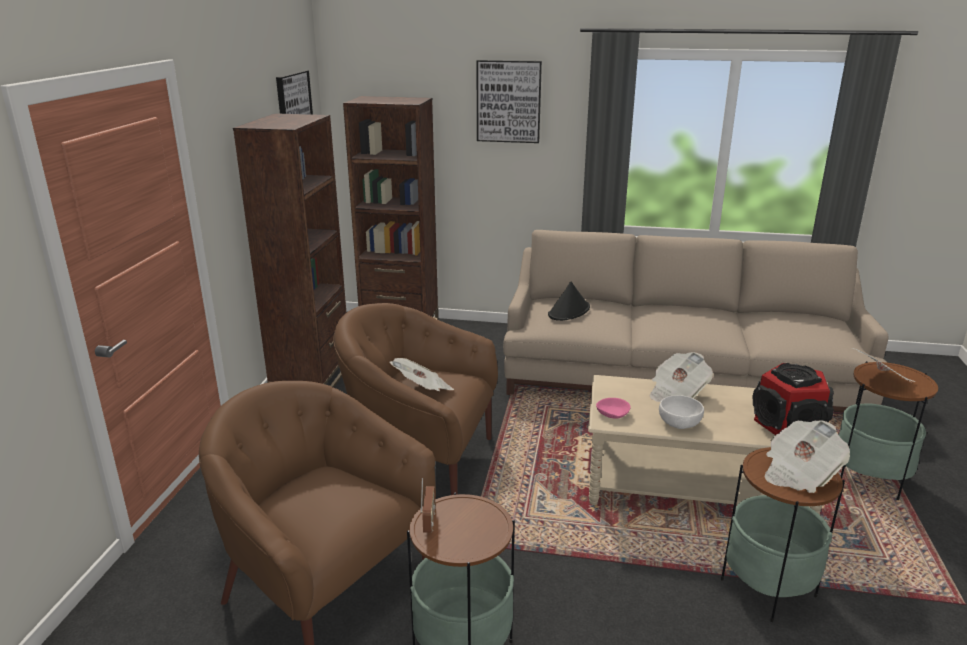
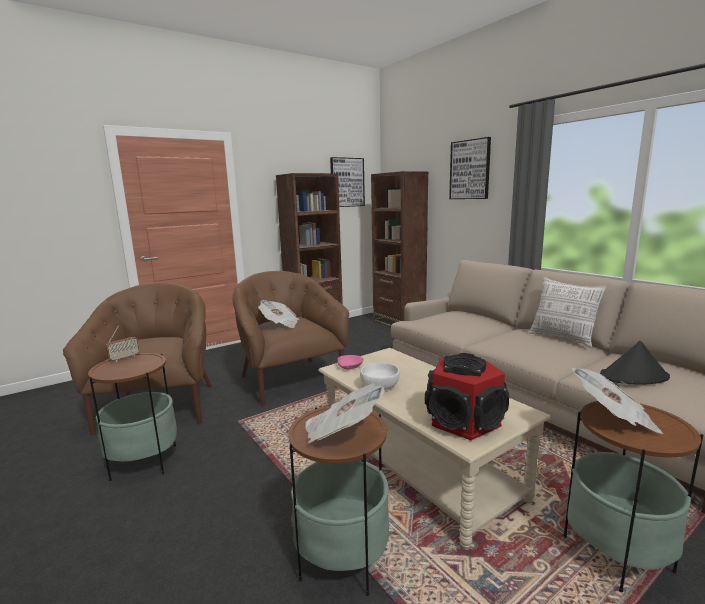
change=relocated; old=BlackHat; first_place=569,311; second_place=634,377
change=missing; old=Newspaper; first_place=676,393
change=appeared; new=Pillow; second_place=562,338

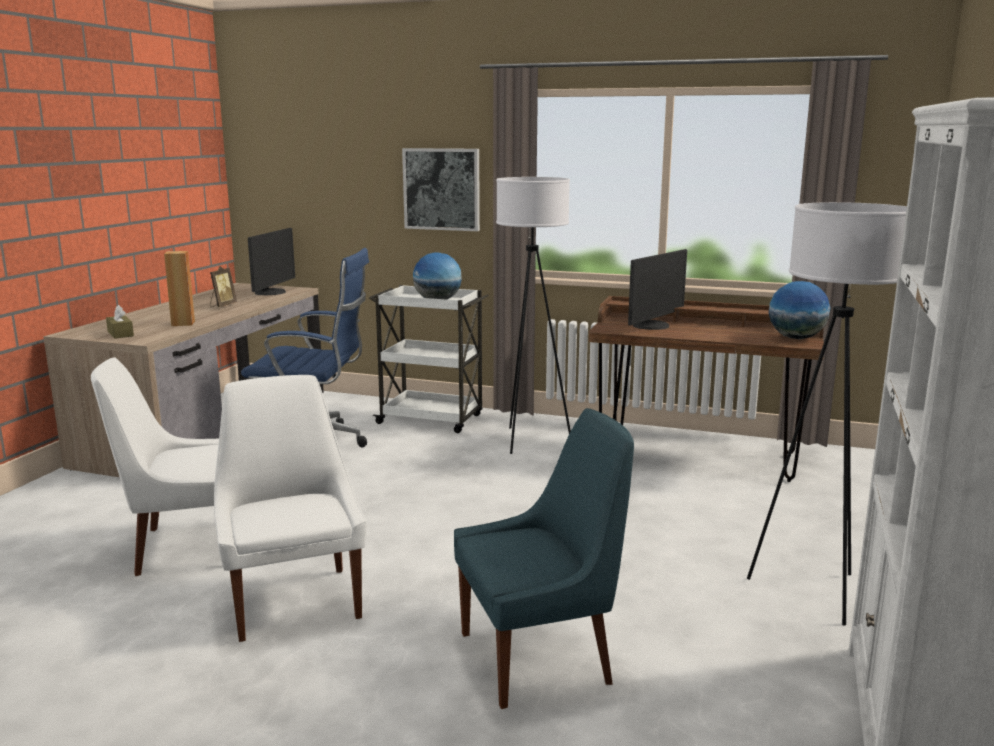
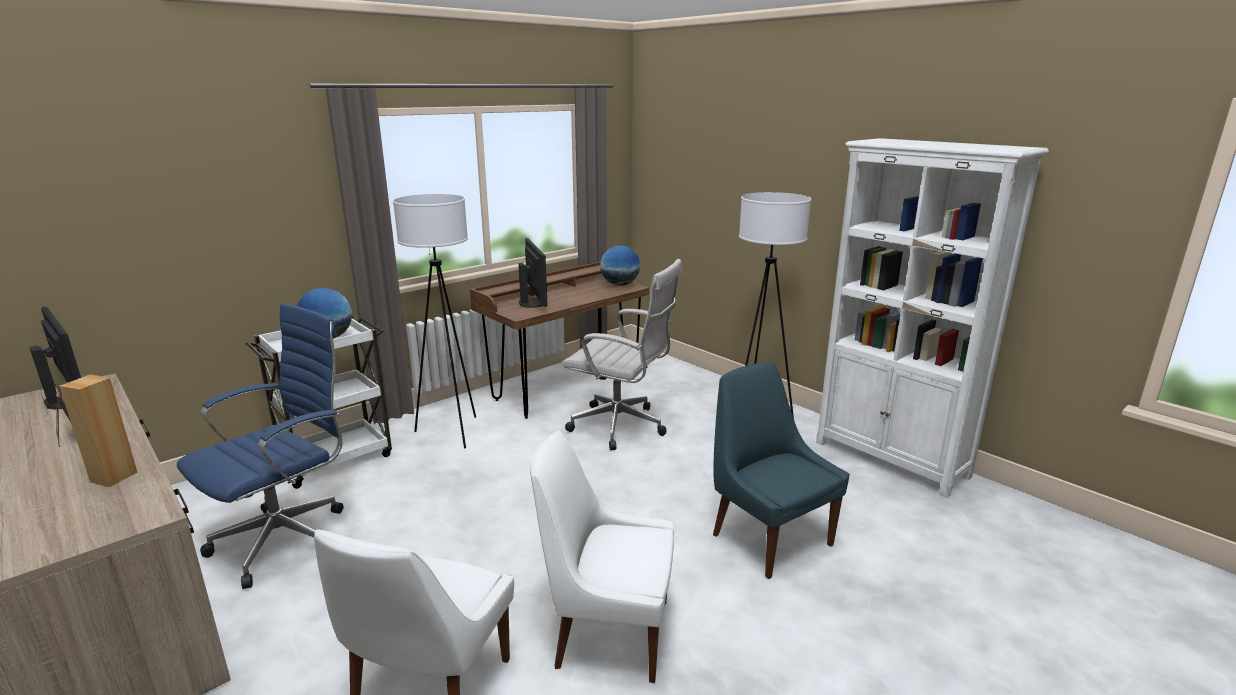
change=missing; old=BrownTissueBox; first_place=120,334
change=missing; old=Picture; first_place=442,189
change=spun; old=BlueChair; first_place=541,657; second_place=768,537; degrees=-45
change=appeared; new=WhiteOfficeChair; second_place=622,427

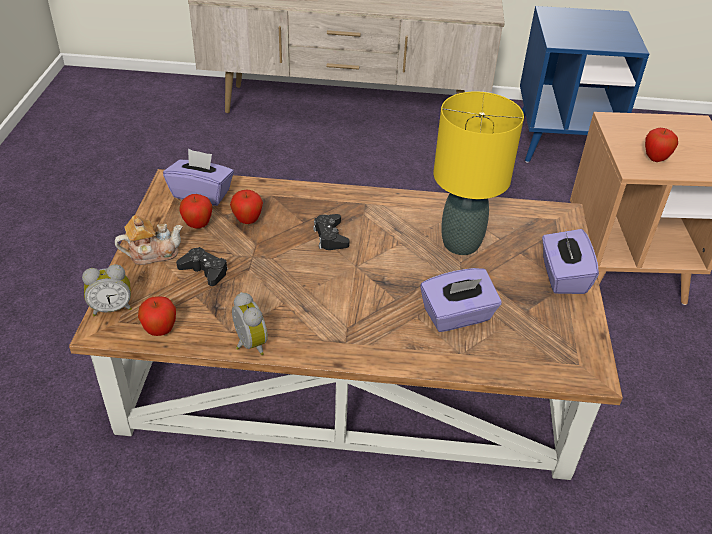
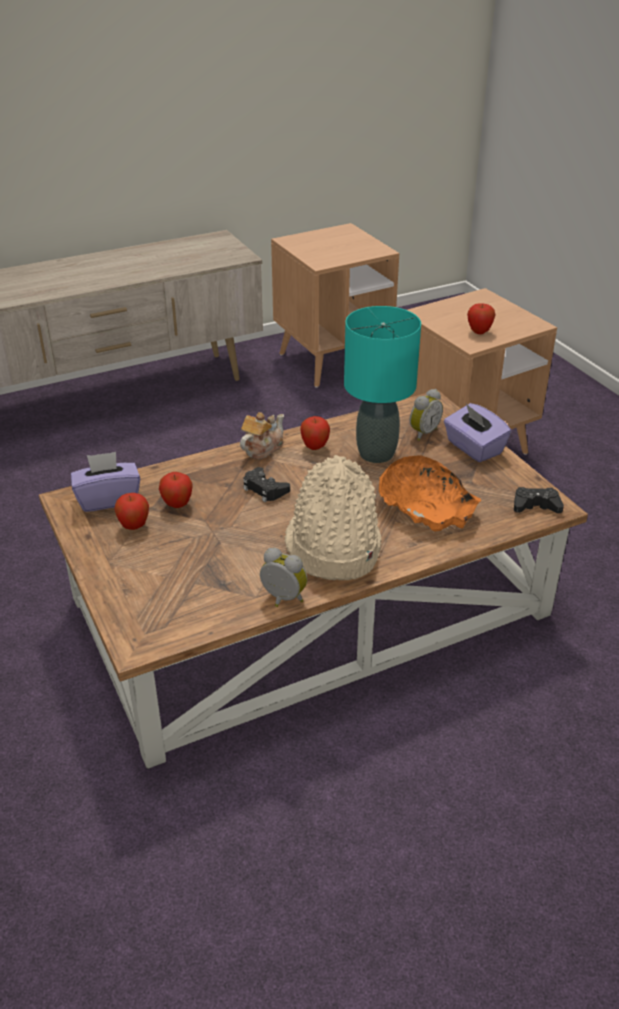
change=relocated; old=AlarmClock; first_place=112,308; second_place=422,433
change=relocated; old=Teapot; first_place=152,253; second_place=262,448
change=relocated; old=Apple; first_place=160,331; second_place=315,447
change=relocated; old=BlackGameController; first_place=204,271; second_place=535,506
change=exchanged; old=PurpleTissueBox; new=OrangeBowl; first_place=457,316; second_place=425,507
change=colour; old=YellowTableLamp; new=TurquoiseTableLamp; first_place=460,244; second_place=376,454
change=colour; old=BlueSideTable; new=BrownSideTable; first_place=561,142; second_place=332,361
change=appeared; new=BeigeHat; second_place=332,547

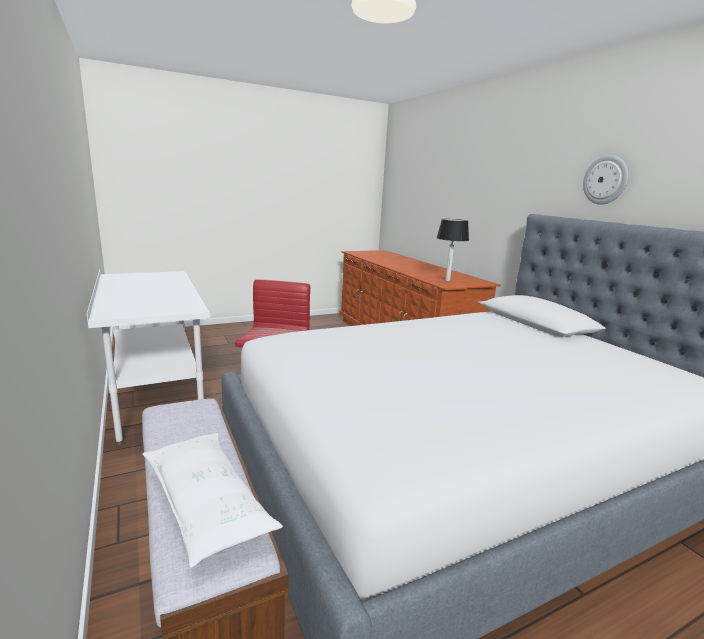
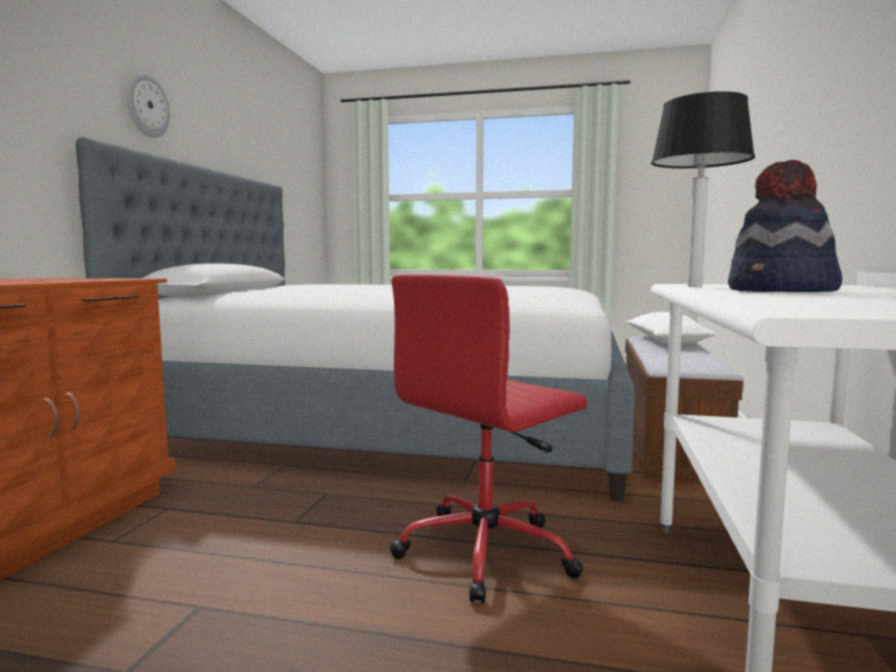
change=relocated; old=TableLamp; first_place=447,280; second_place=695,286
change=appeared; new=Hat; second_place=782,291

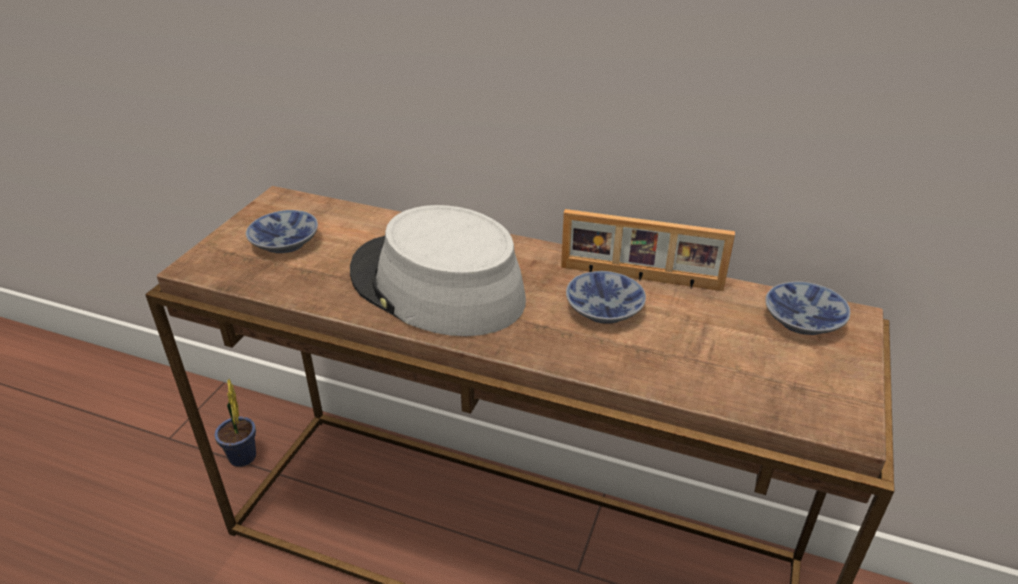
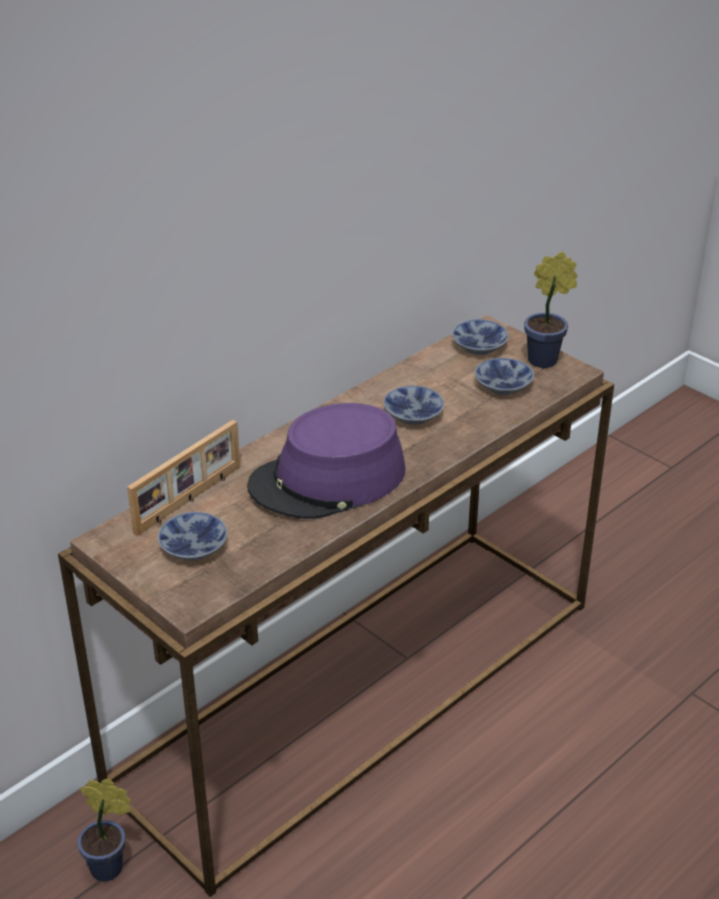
change=colour; old=GreyHat; new=PurpleHat; first_place=436,286; second_place=328,480
change=relocated; old=PictureFrame; first_place=640,278; second_place=189,500
change=appeared; new=Bowl; second_place=505,385
change=appeared; new=PottedPlant; second_place=546,360

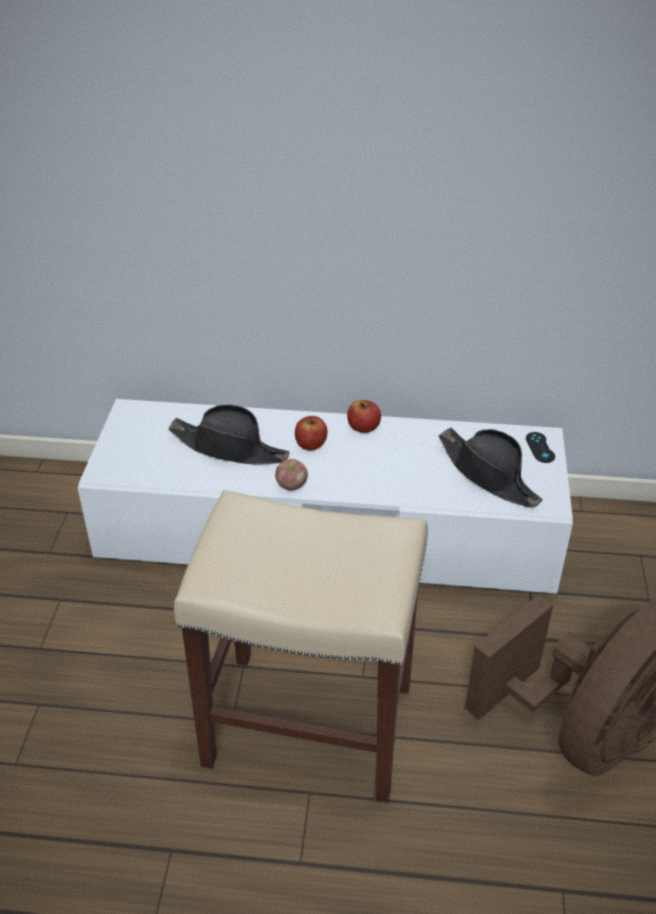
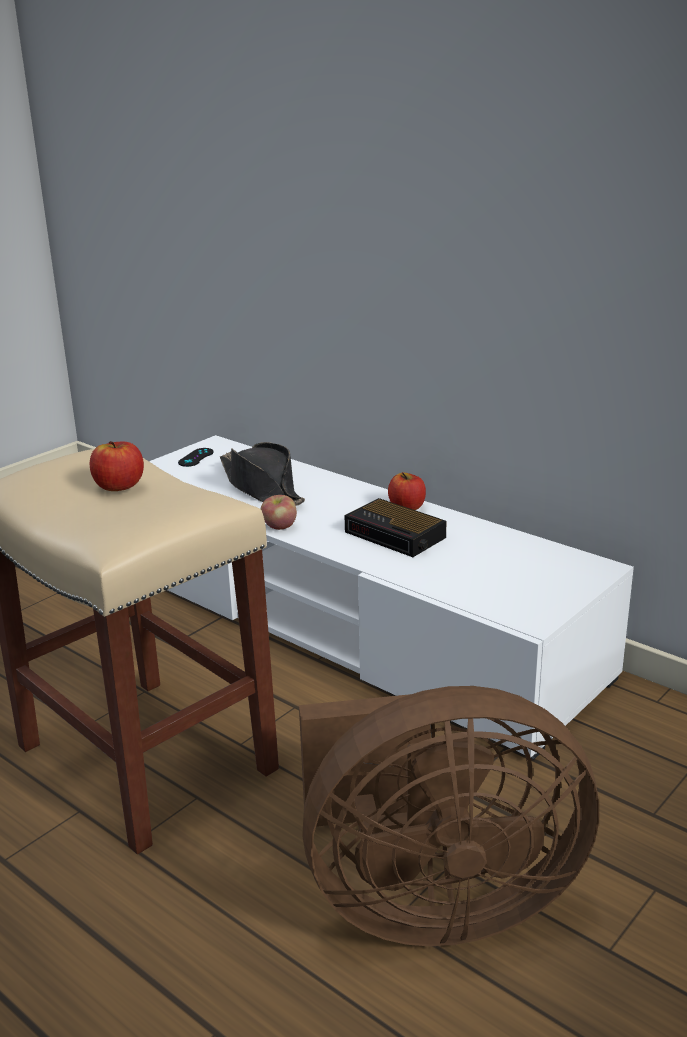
change=relocated; old=Apple; first_place=310,444; second_place=119,486
change=missing; old=BlackHat; first_place=488,474
change=relocated; old=BlackGameController; first_place=540,447; second_place=196,457
change=appeared; new=AlarmClock; second_place=396,535

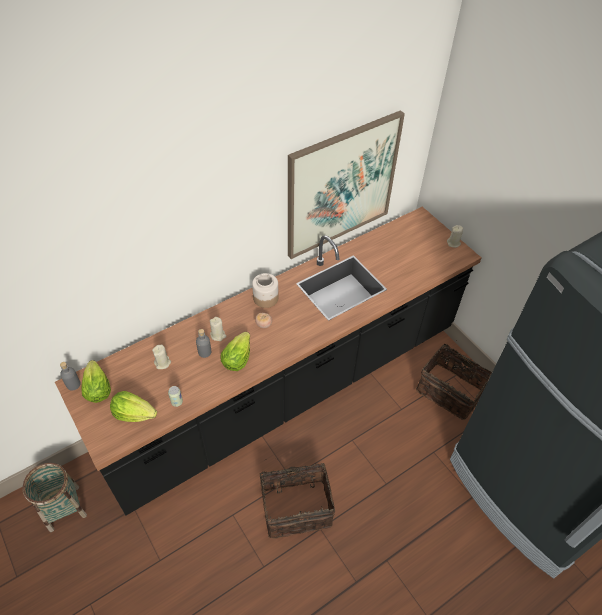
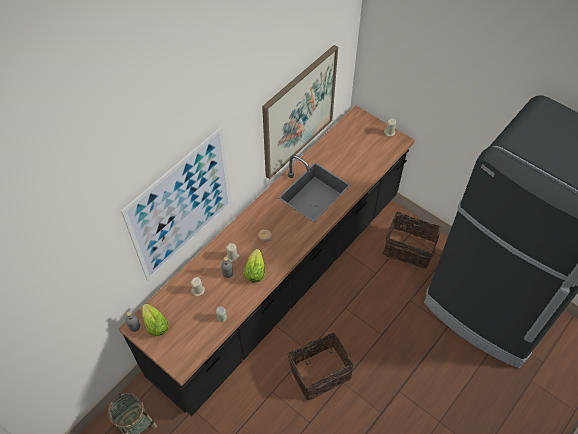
change=missing; old=Lettuce; first_place=134,414
change=missing; old=Jar; first_place=265,298
change=appeared; new=Picture; second_place=181,206

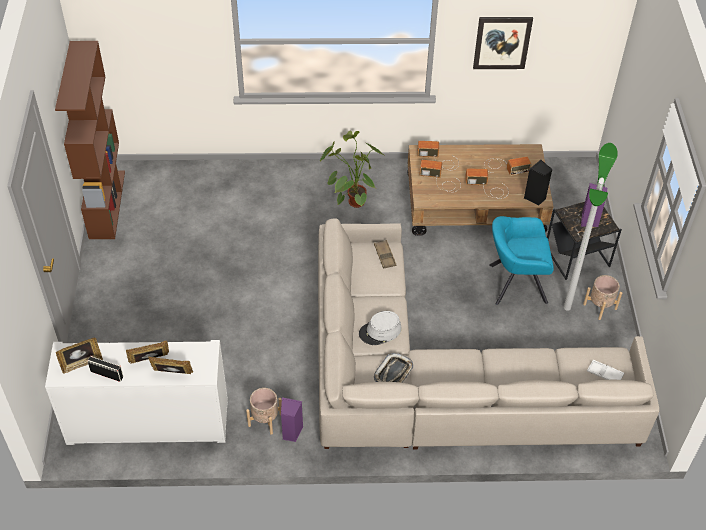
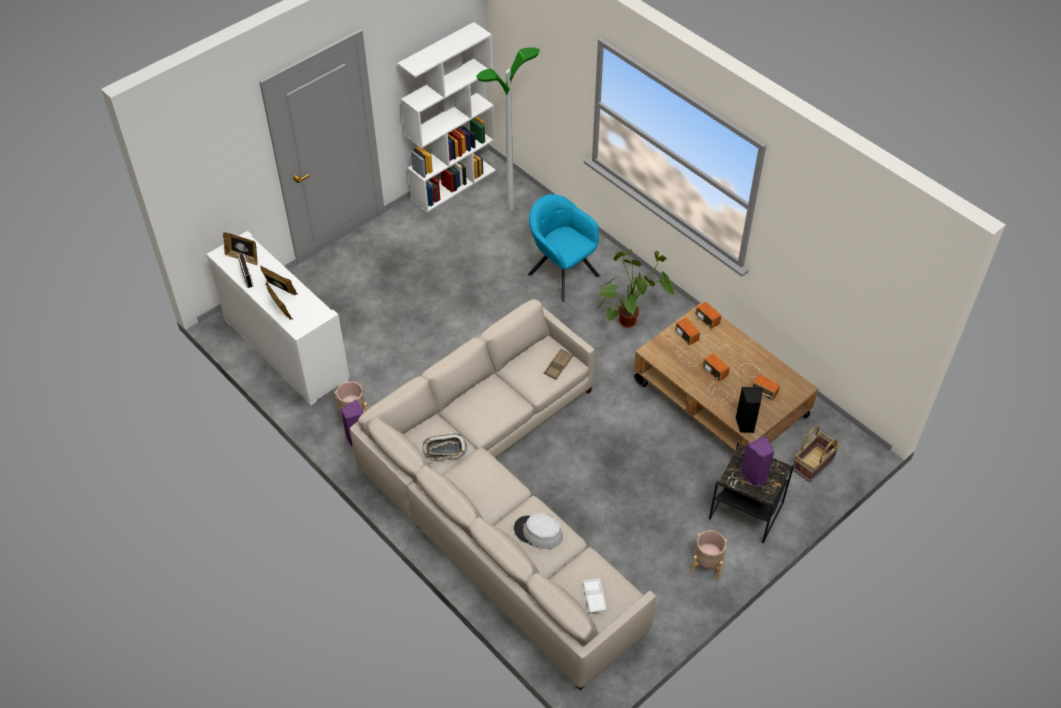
change=colour; old=BrownBookcase; new=WhiteBookcase; first_place=106,204; second_place=453,184
change=relocated; old=GreyHat; first_place=380,331; second_place=538,533
change=missing; old=Picture; first_place=502,42
change=relocated; old=TurquoiseArmchair; first_place=515,283; second_place=561,273
change=relocated; old=FloorLamp; first_place=567,307; second_place=510,208
change=appeared; new=Basket; second_place=813,464

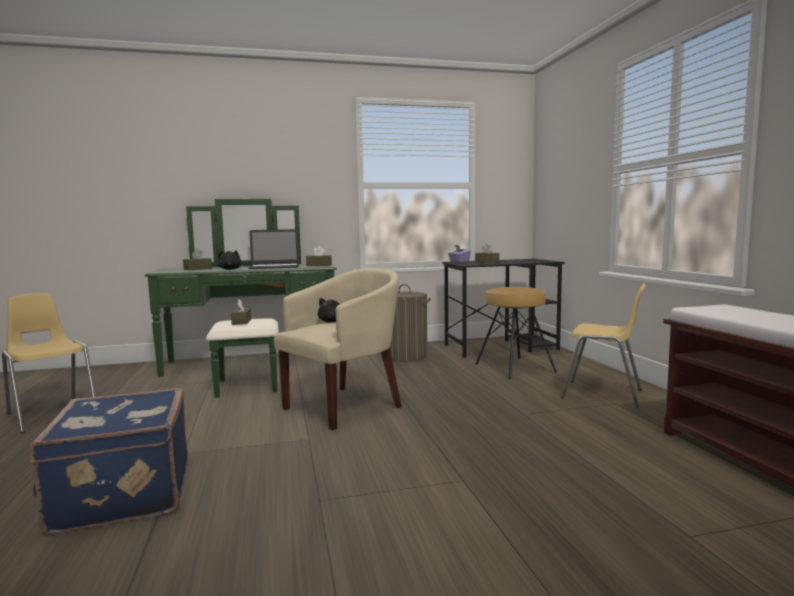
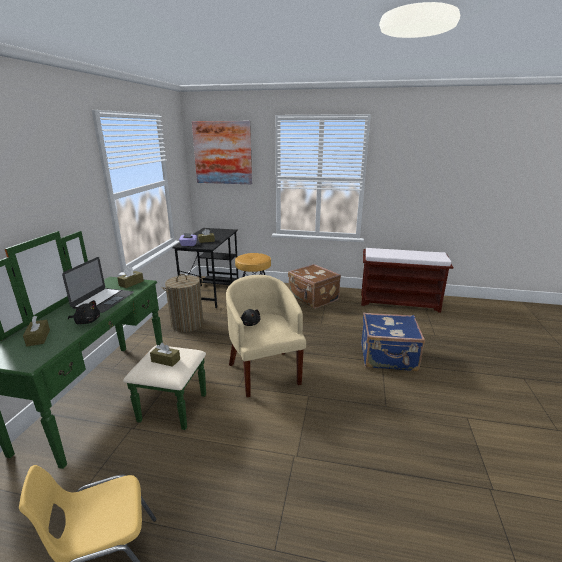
change=relocated; old=BlueSuitcase; first_place=121,494; second_place=388,357
change=exchanged; old=YellowChair; new=BrownSuitcase; first_place=603,394; second_place=313,298
change=appeared; new=Picture; second_place=222,153

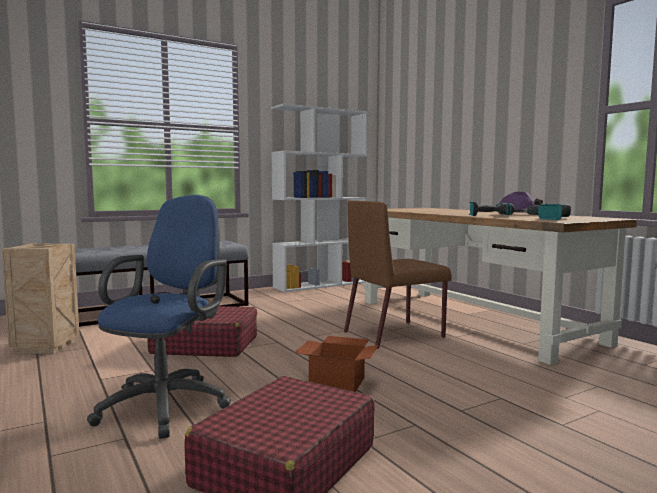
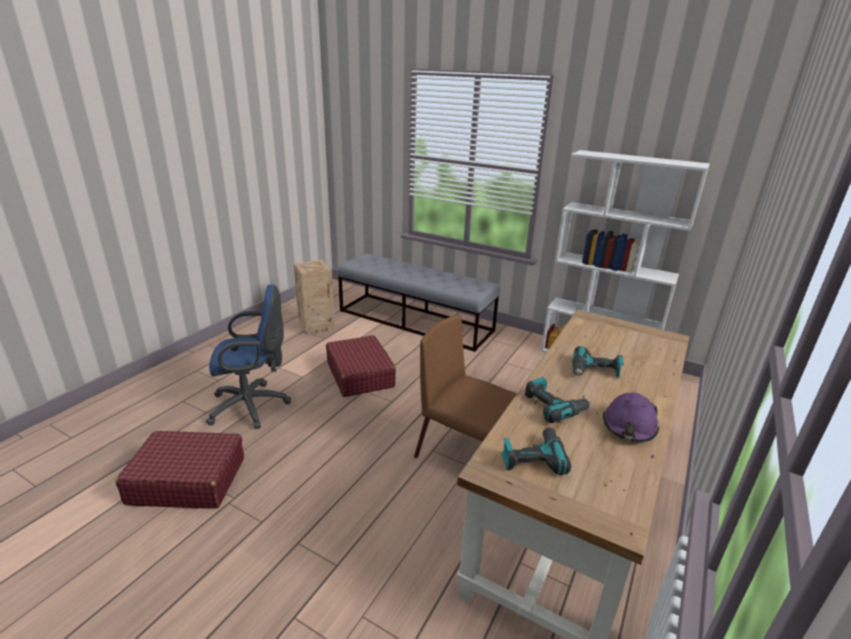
change=missing; old=CardboardBox; first_place=338,383
change=appeared; new=PowerDrill; second_place=595,371

